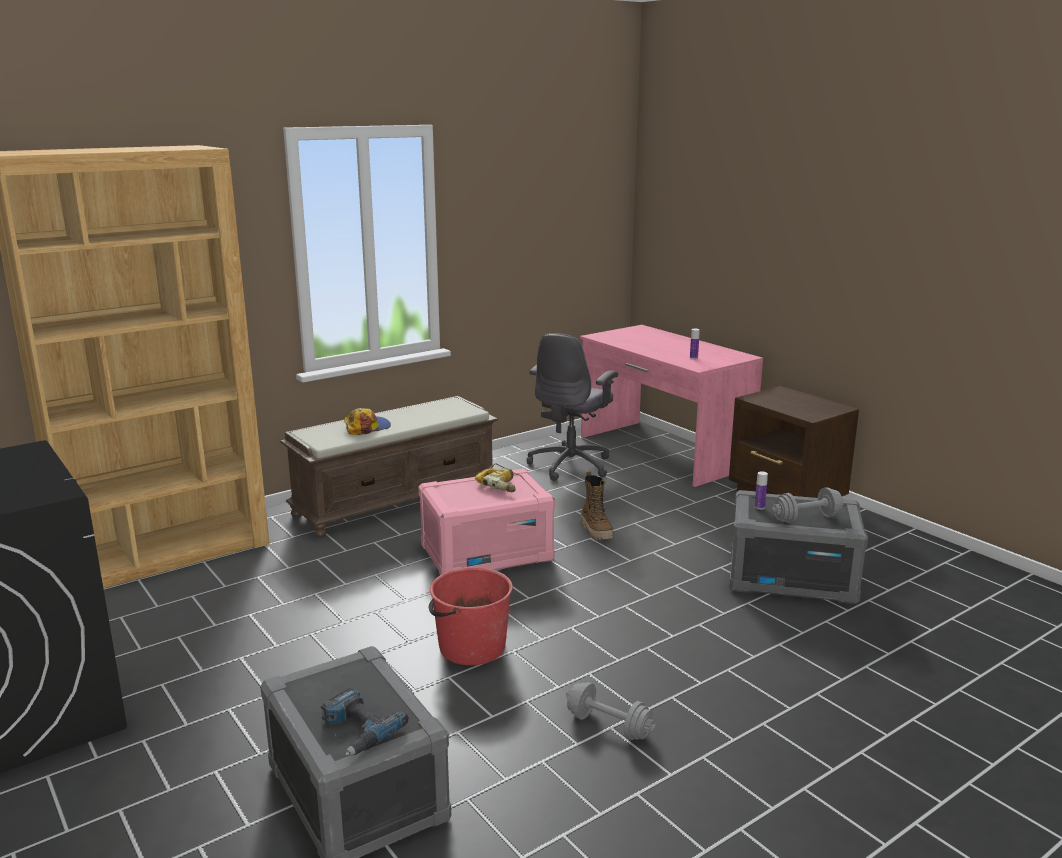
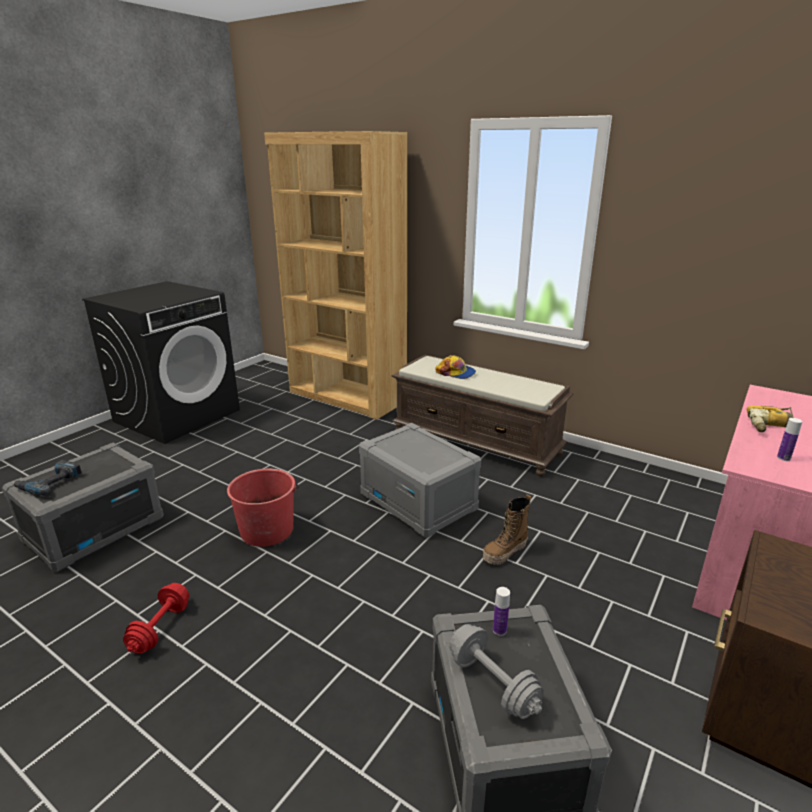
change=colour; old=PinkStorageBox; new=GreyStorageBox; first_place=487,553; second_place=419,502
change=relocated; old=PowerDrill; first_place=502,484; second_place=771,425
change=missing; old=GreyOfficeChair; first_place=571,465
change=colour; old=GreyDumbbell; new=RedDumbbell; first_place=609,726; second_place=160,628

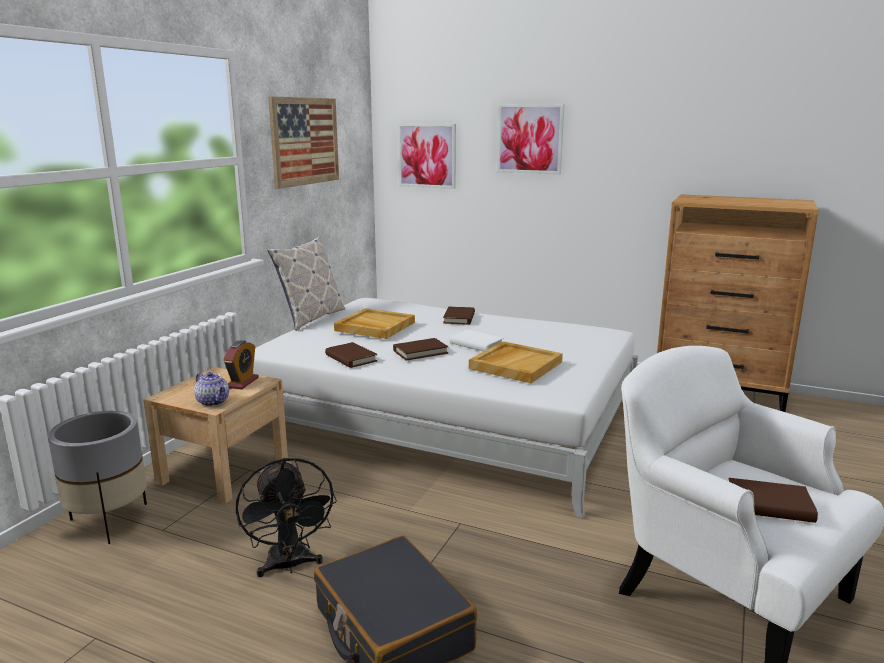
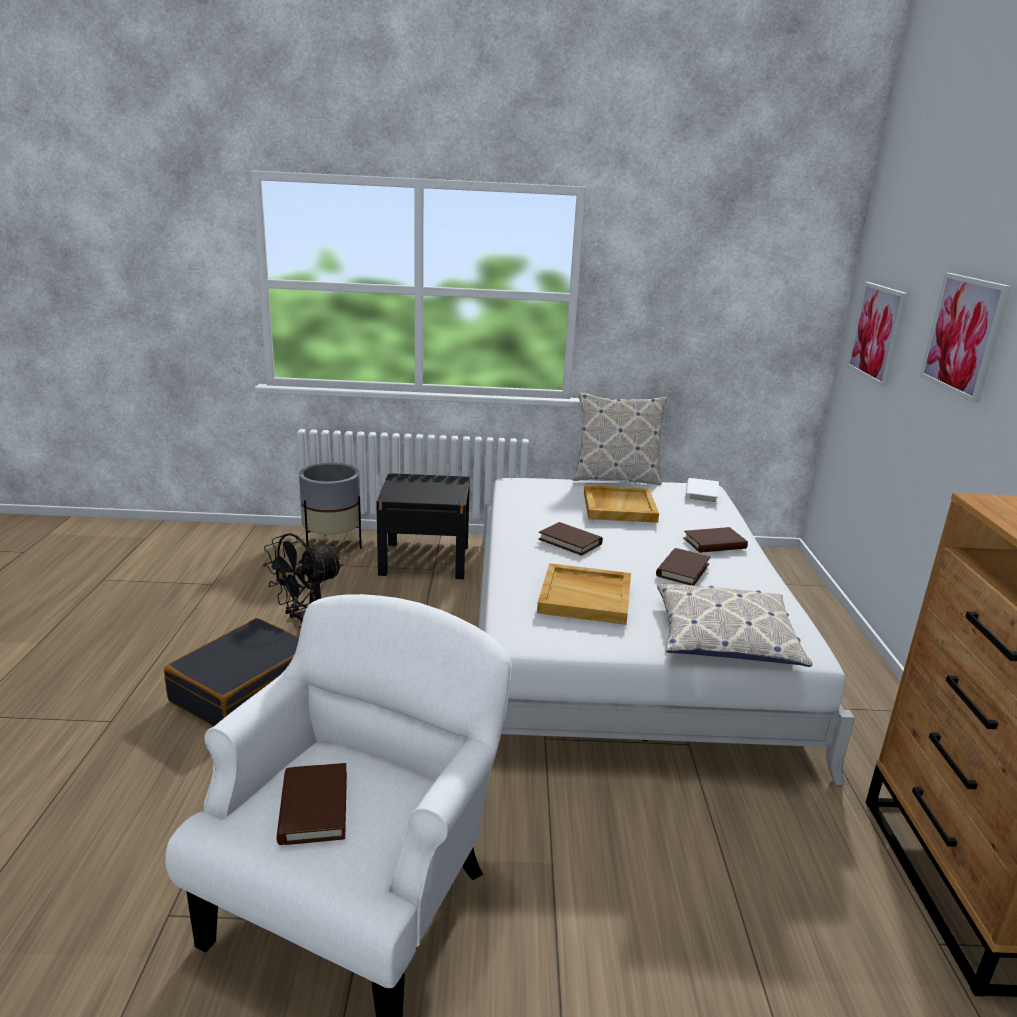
change=colour; old=BeigeNightstand; new=BlackNightstand; first_place=223,471; second_place=424,560
change=missing; old=Teapot; first_place=213,402
change=missing; old=AlarmClock; first_place=242,382
change=missing; old=Picture; first_place=305,141
change=relocated; old=BrownBook; first_place=351,358; second_place=682,570
change=relocated; old=WhiteBook; first_place=476,344; second_place=701,493
change=appeared; new=Pillow; second_place=725,637

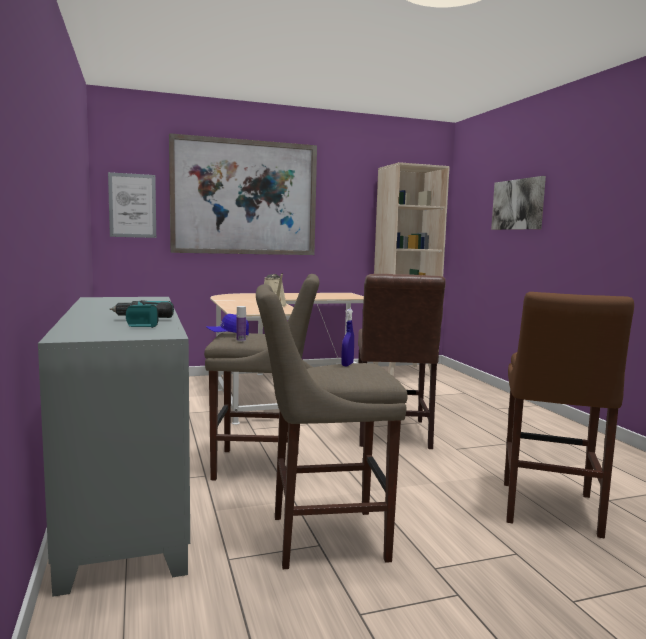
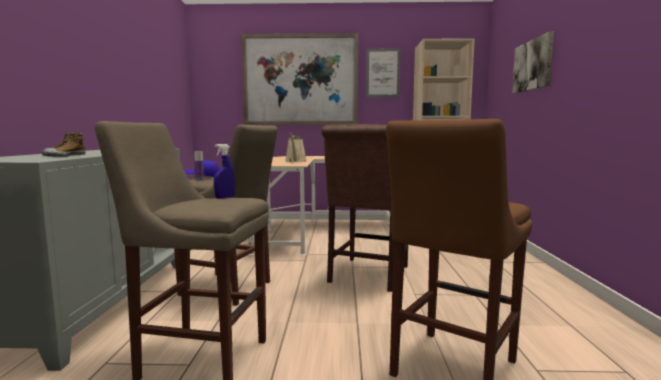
change=relocated; old=Picture; first_place=132,205; second_place=383,73
change=exchanged; old=PowerDrill; new=Shoe; first_place=140,322; second_place=64,156

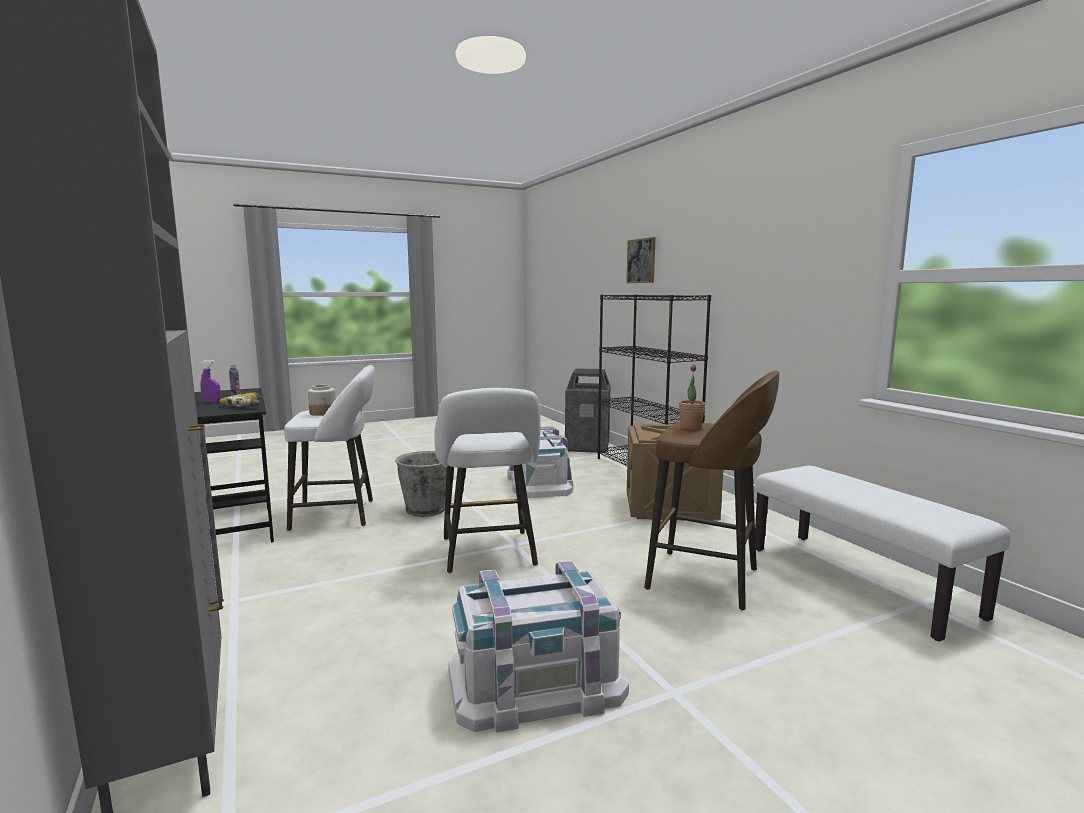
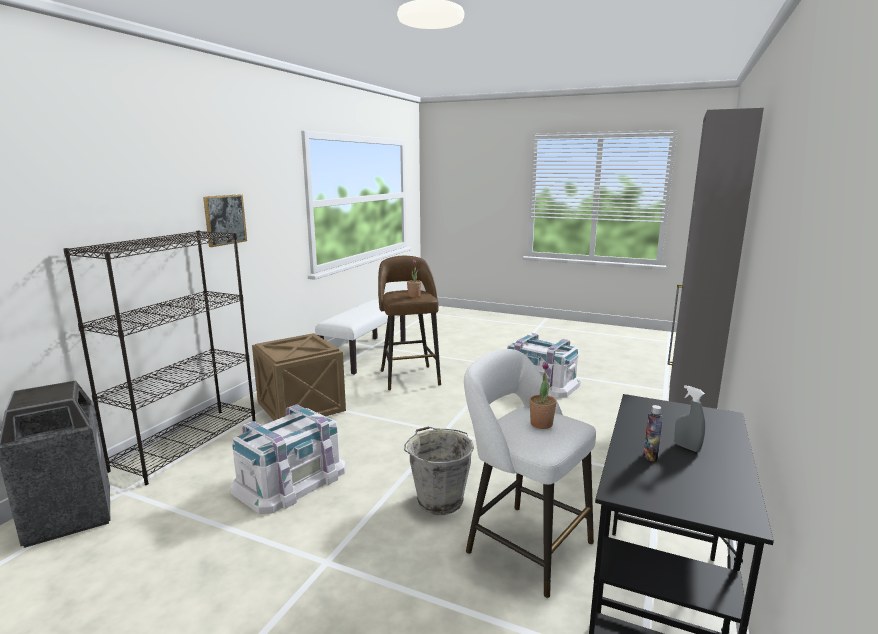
change=colour; old=PurpleSprayBottle; new=GreySprayBottle; first_place=211,402; second_place=687,447
change=missing; old=PowerDrill; first_place=248,405
change=exchanged; old=Jar; new=PottedPlant; first_place=323,413; second_place=541,424
change=missing; old=WhiteStool; first_place=489,554
change=relocated; old=Picture; first_place=641,261; second_place=224,220

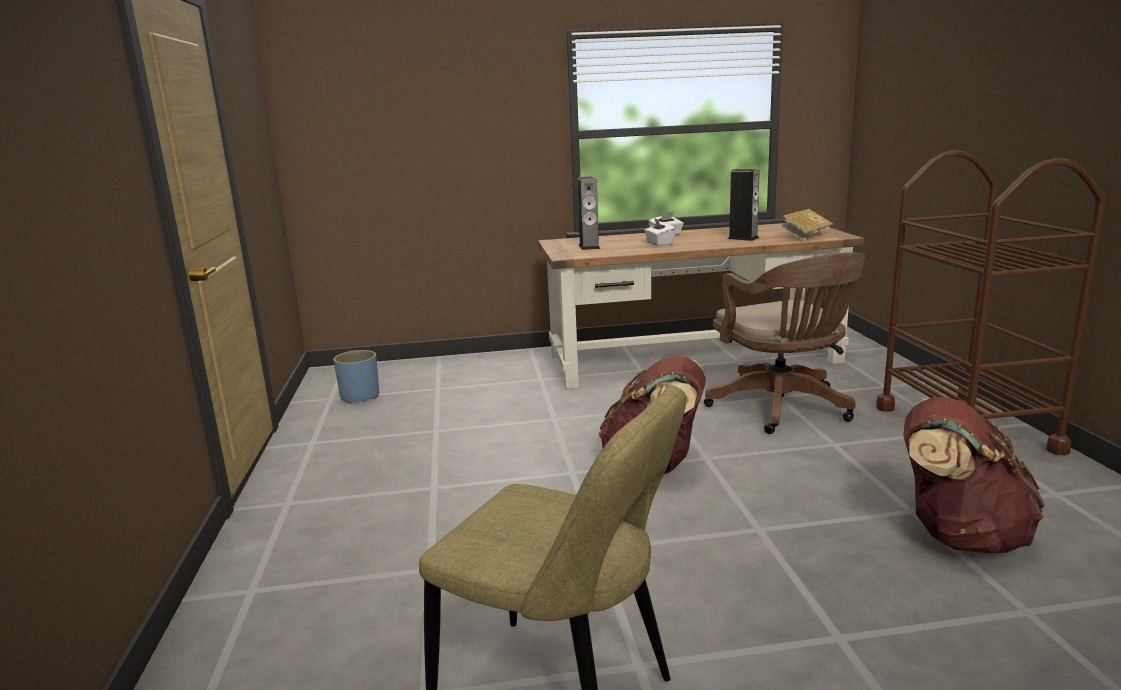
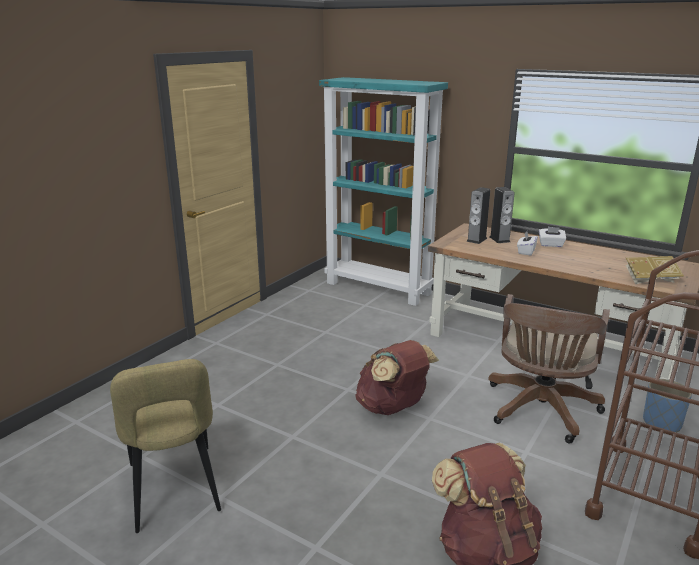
change=relocated; old=BluePlanter; first_place=360,396; second_place=662,423
change=relocated; old=Speaker; first_place=743,238; second_place=499,239
change=appeared; new=TurquoiseBookcase; second_place=379,288

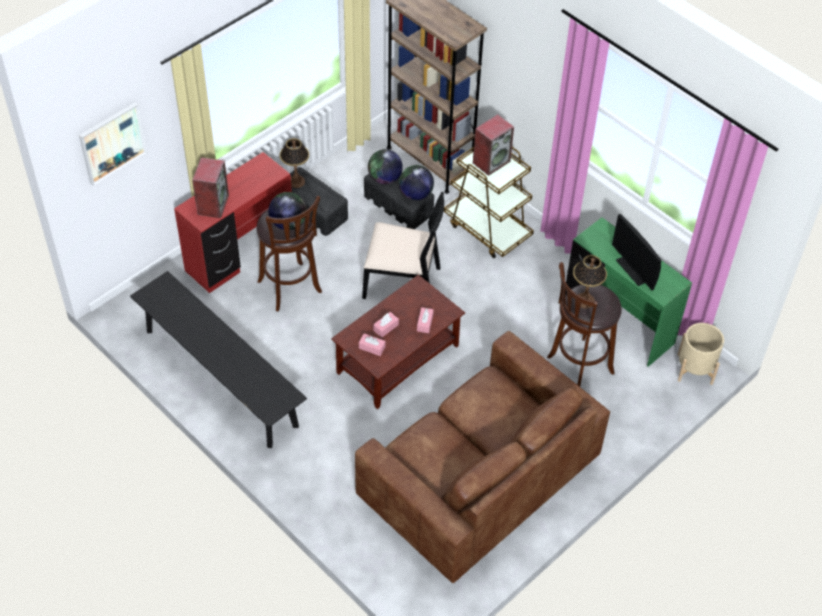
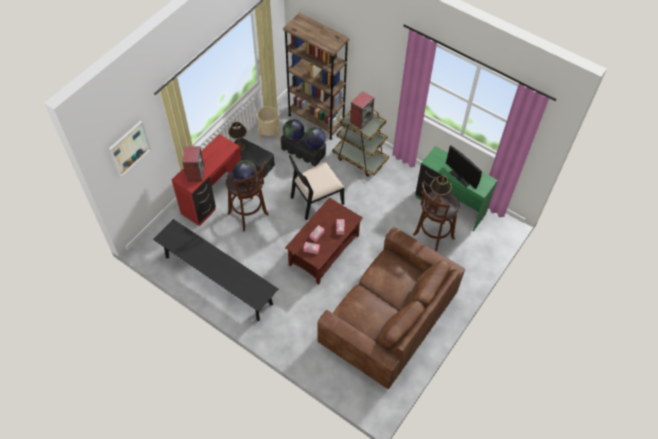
change=spun; old=BlackChair; first_place=402,281; second_place=316,200; degrees=150
change=relocated; old=BeigePlanter; first_place=695,369; second_place=269,133

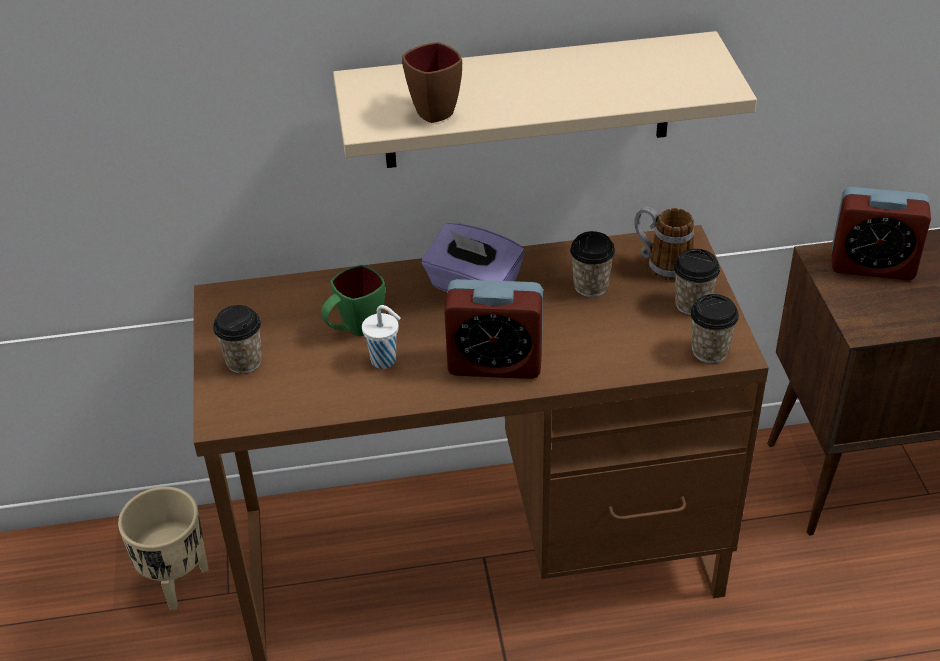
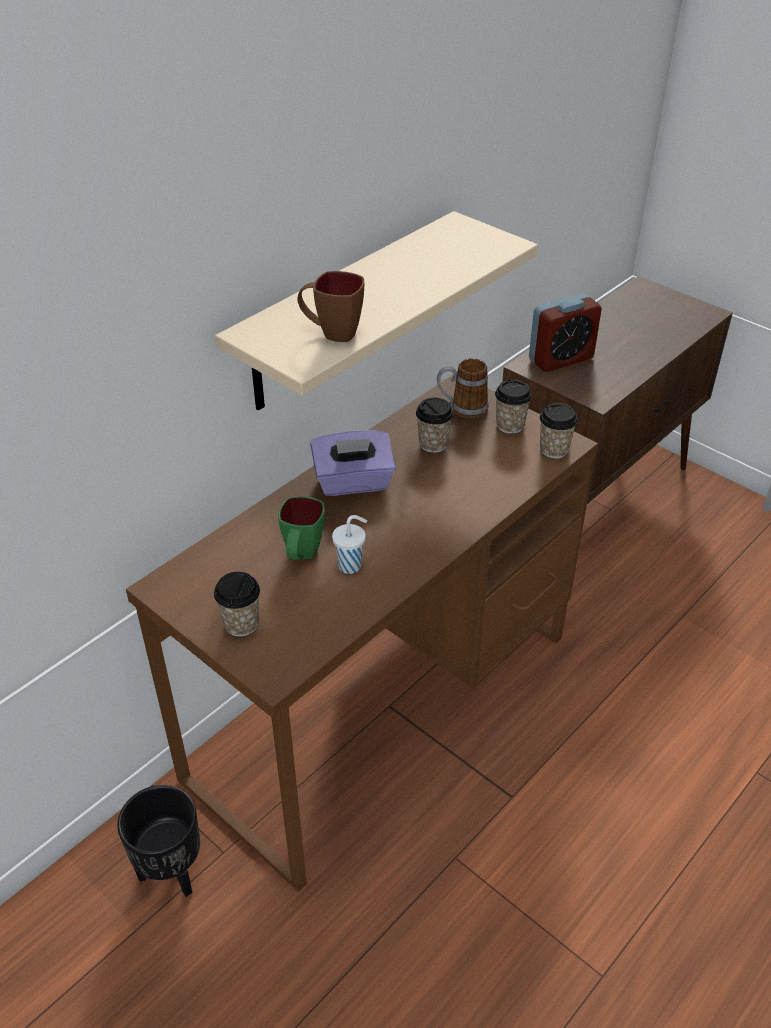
change=colour; old=BeigePlanter; new=BlackPlanter; first_place=176,581; second_place=170,872
change=missing; old=AlarmClock; first_place=495,363

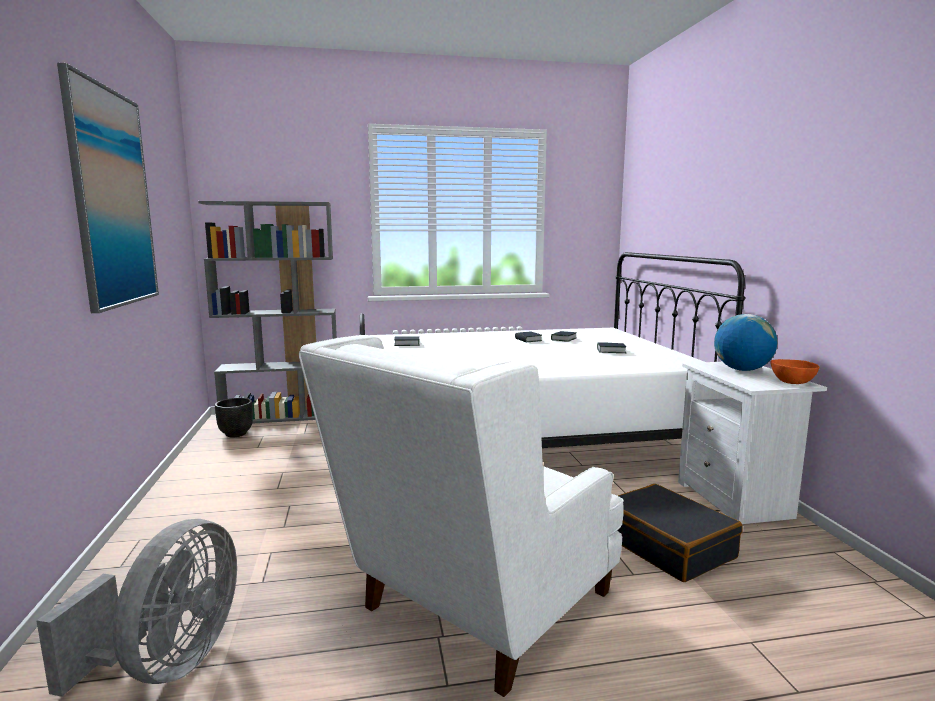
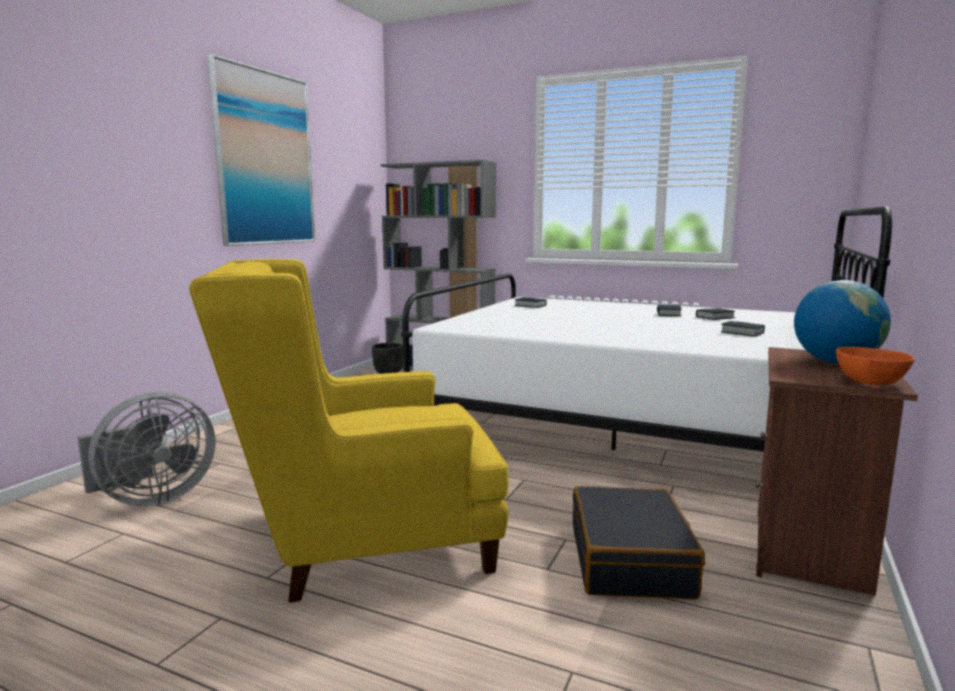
change=colour; old=WhiteArmchair; new=YellowArmchair; first_place=475,610; second_place=363,541
change=colour; old=WhiteNightstand; new=BrownNightstand; first_place=737,501; second_place=811,551

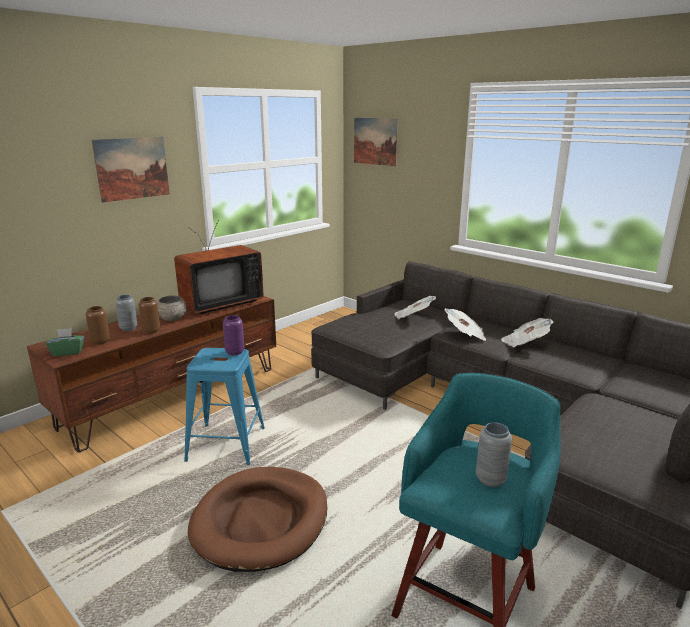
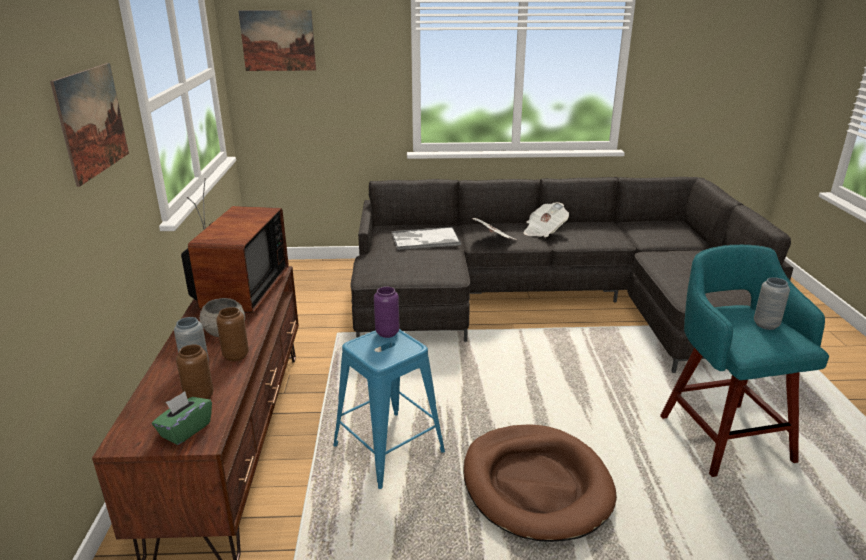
change=exchanged; old=Newspaper; new=Tray; first_place=413,317; second_place=425,239

